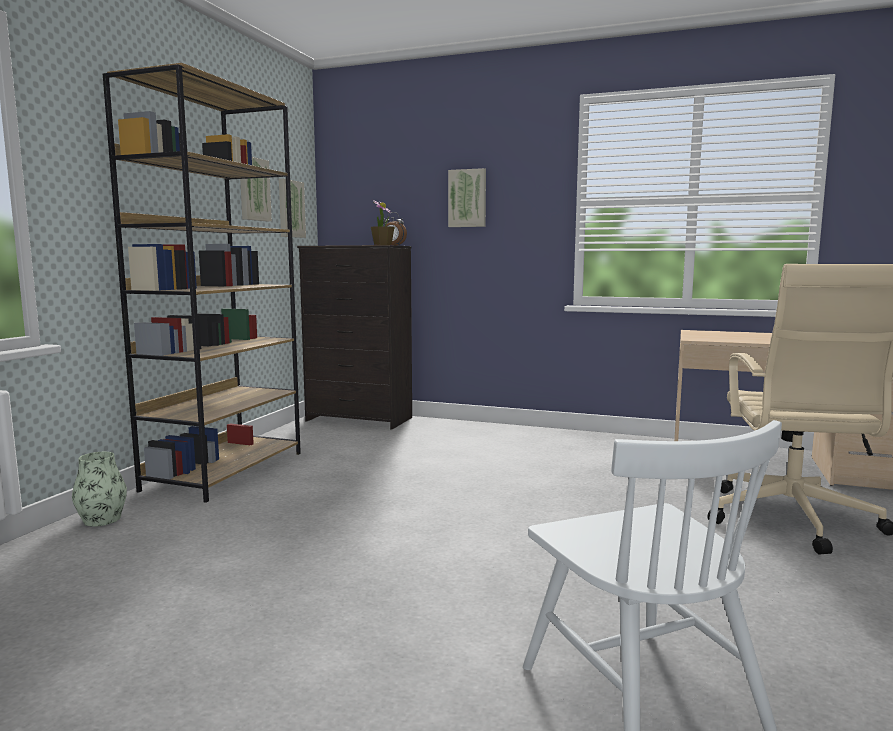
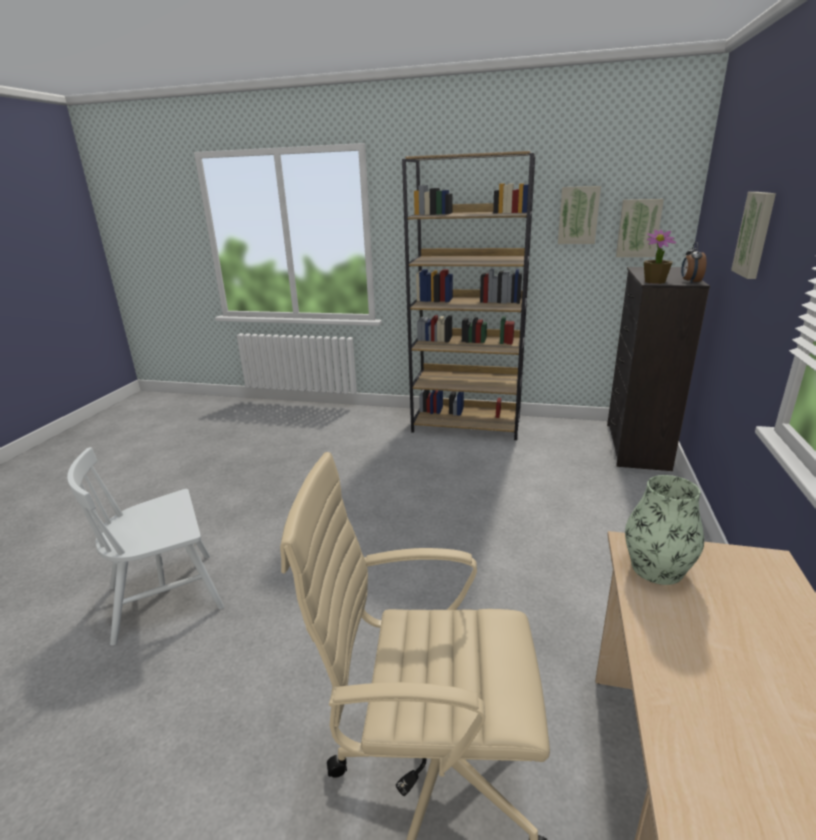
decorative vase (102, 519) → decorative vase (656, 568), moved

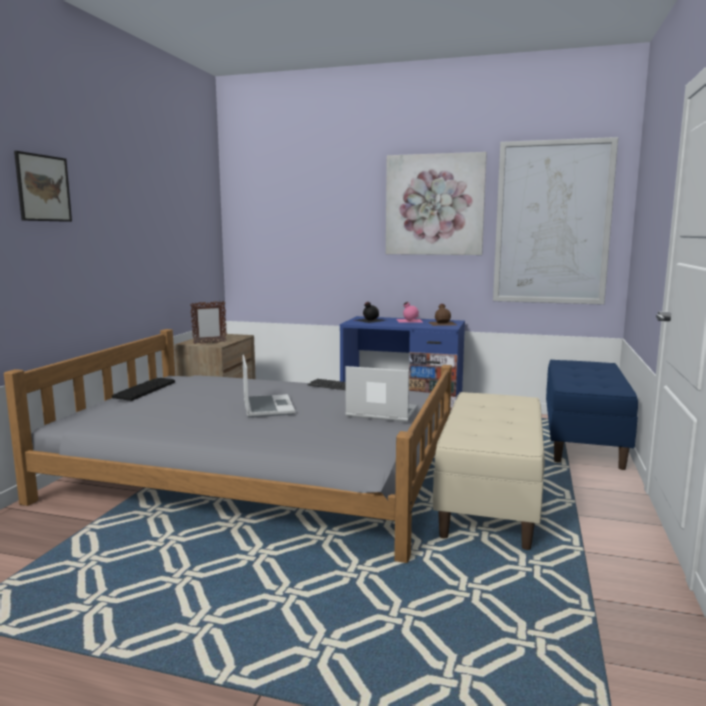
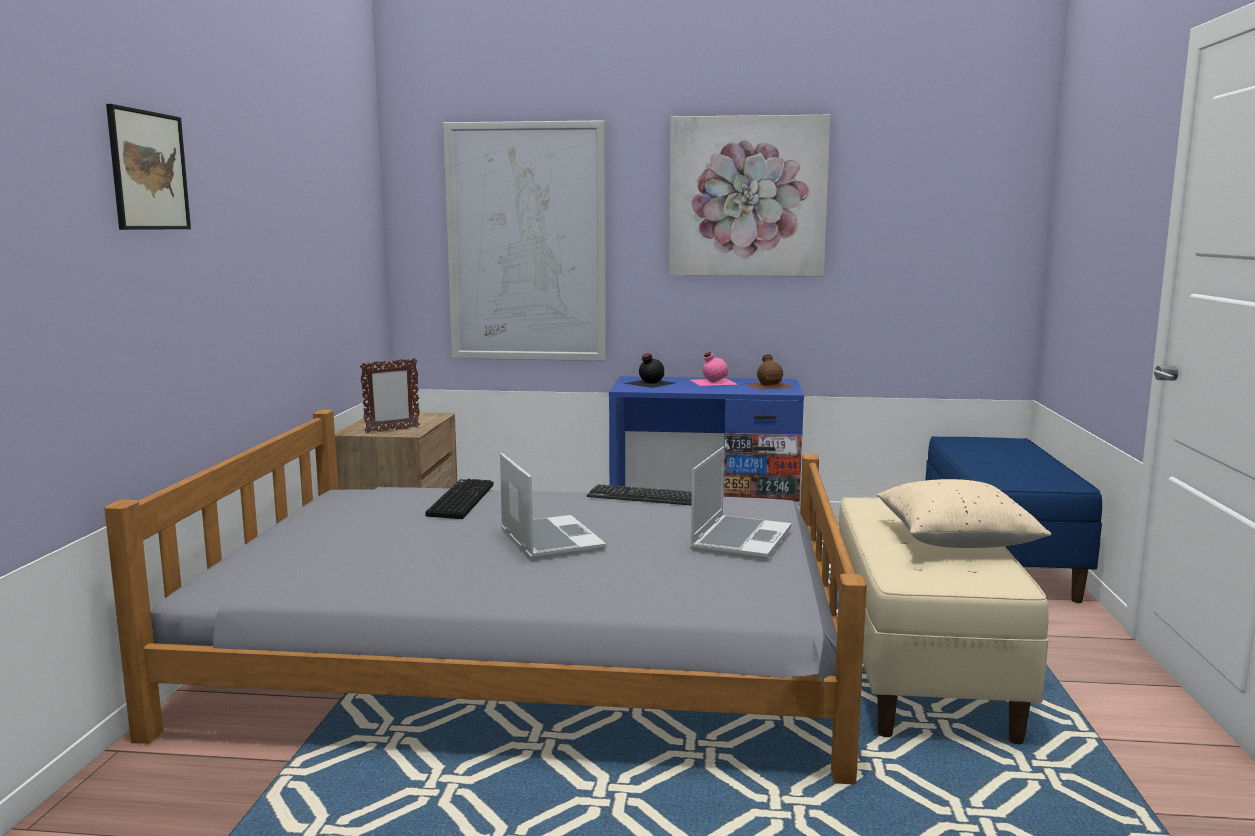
- → throw pillow in beige-coloured (956, 541)
computer keyboard (144, 390) → computer keyboard (459, 500), moved
picture (552, 223) → picture (526, 243), moved
portable computer (380, 413) → portable computer (740, 539), 105 degrees clockwise

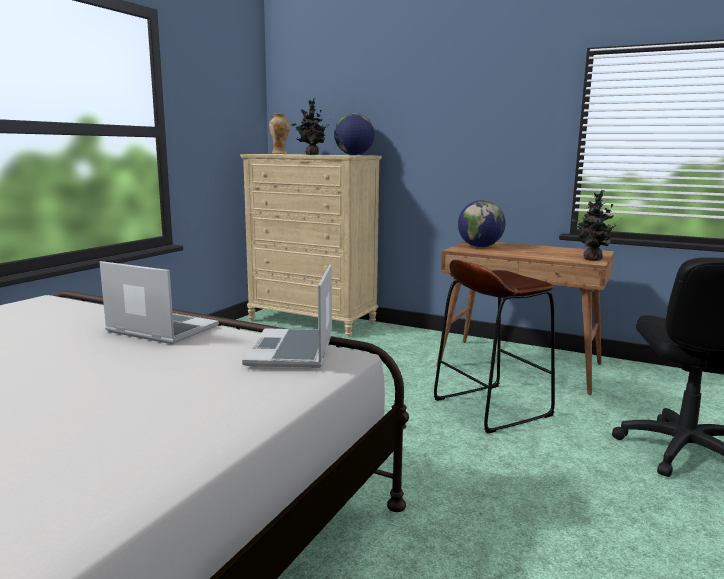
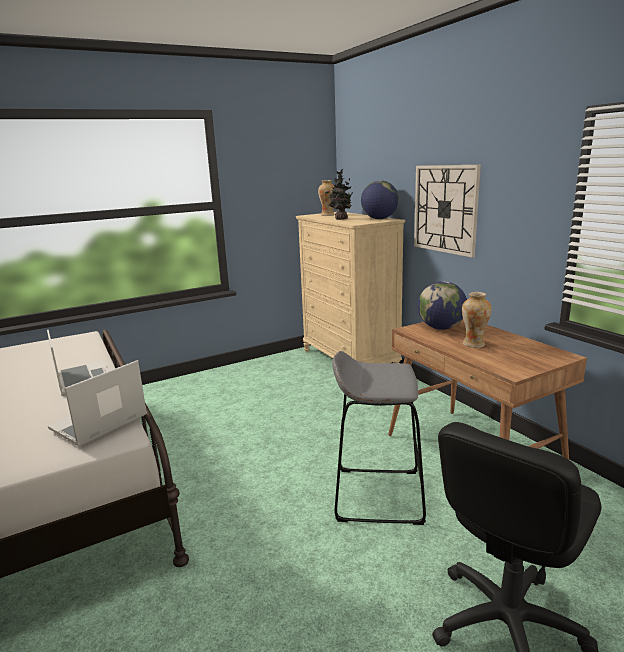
houseplant (590, 259) → -
- → clock on the wall (445, 209)
- → decorative vase (473, 344)
sitting stool in brown (491, 407) → sitting stool in grey (378, 495)

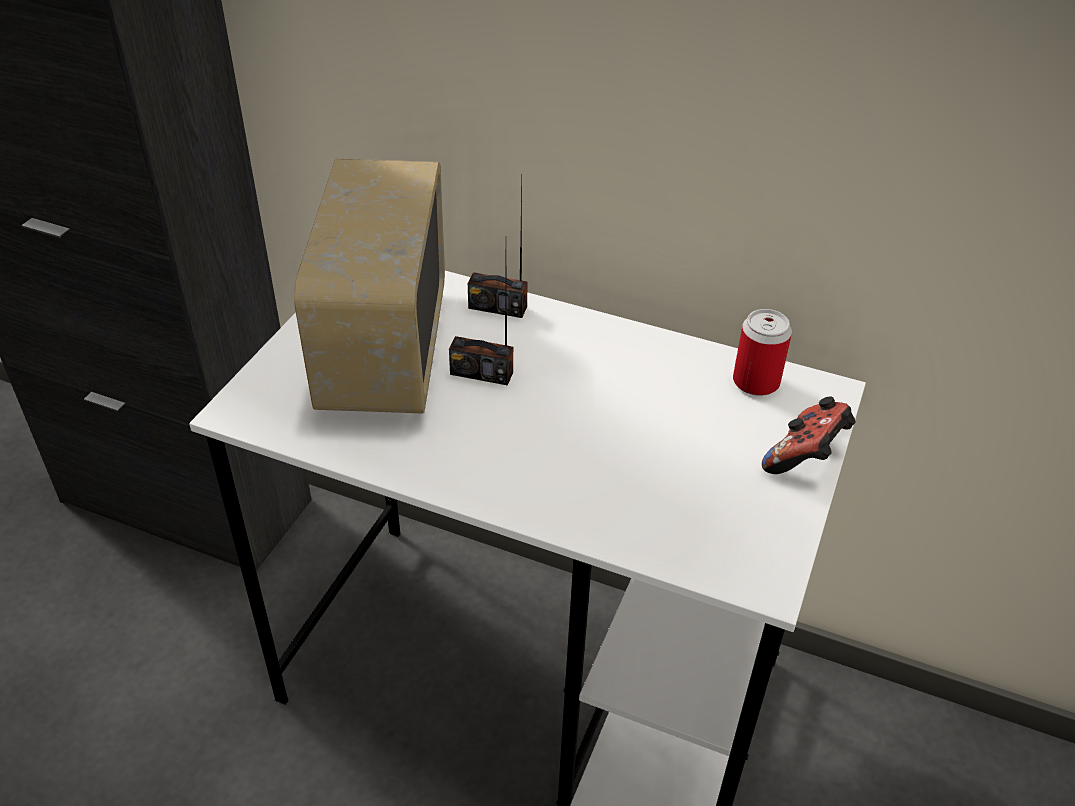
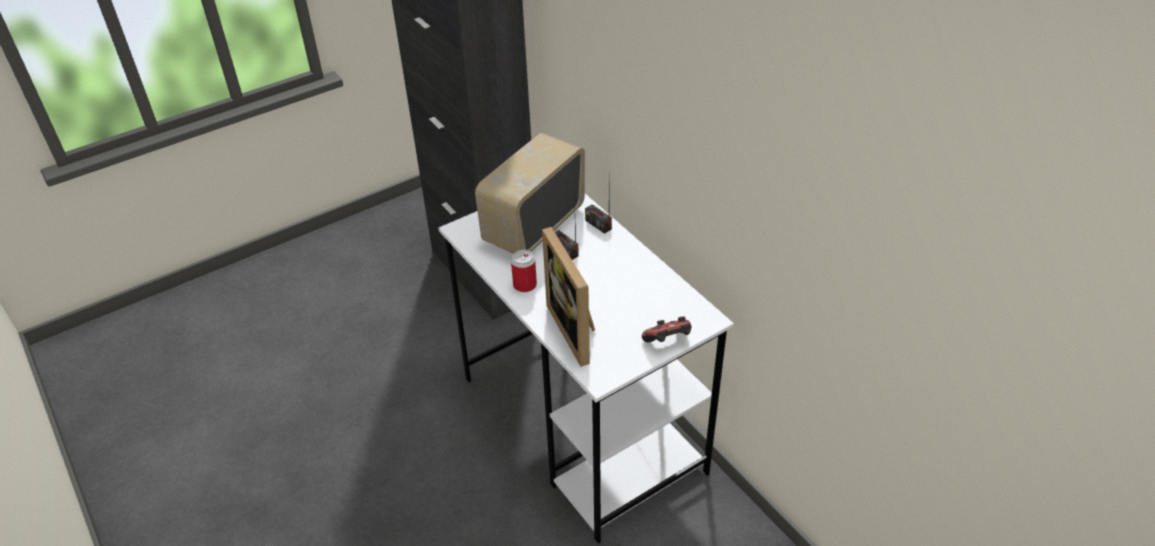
- → photo frame (577, 330)
sealed can (756, 382) → sealed can (525, 285), moved

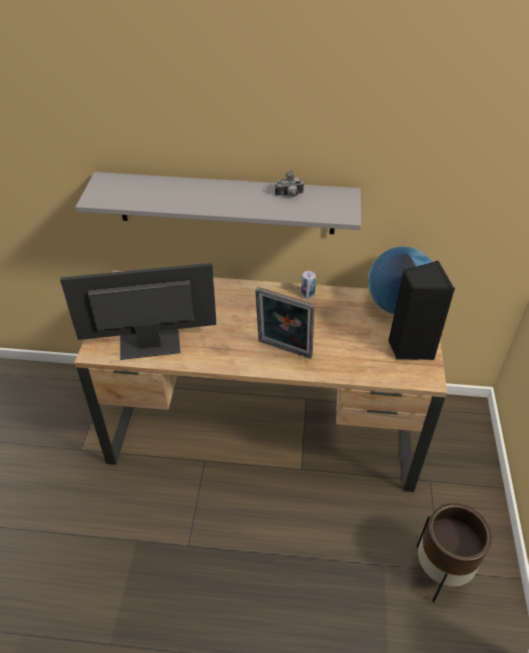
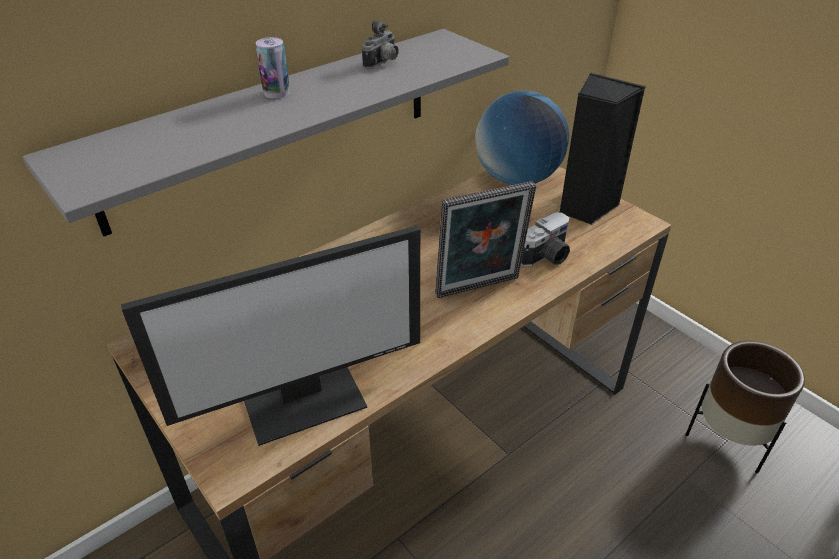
- → still camera (546, 257)
sealed can (307, 294) → sealed can (276, 93), moved
monitor (149, 344) → monitor (304, 399), 150 degrees counterclockwise

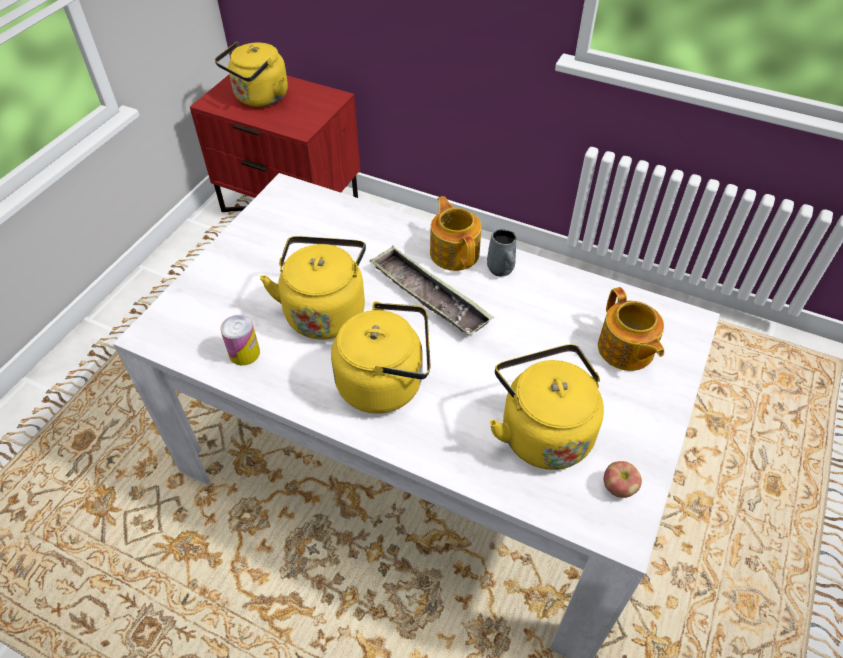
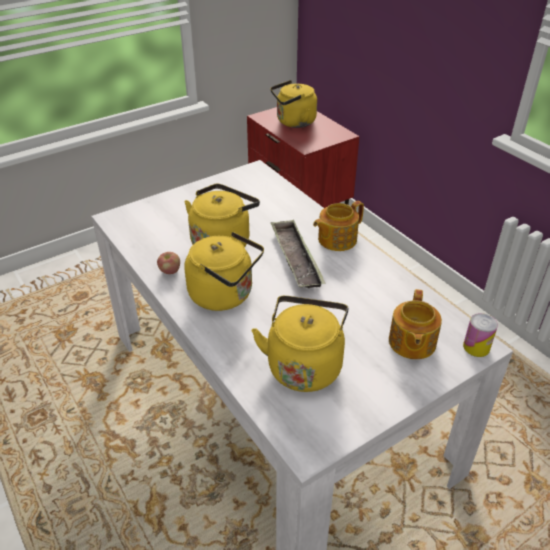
tea mug in grey (501, 269) → -
sealed can (244, 353) → sealed can (476, 347), moved
apple (618, 487) → apple (170, 271), moved
teapot (454, 252) → teapot (336, 239), 135 degrees counterclockwise

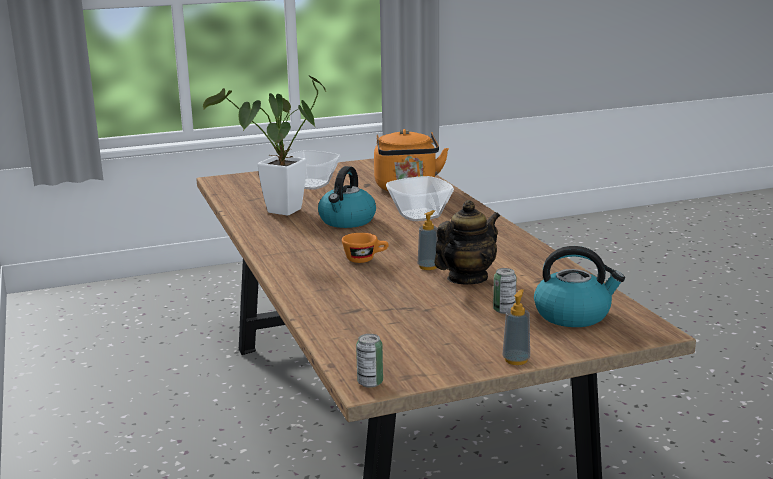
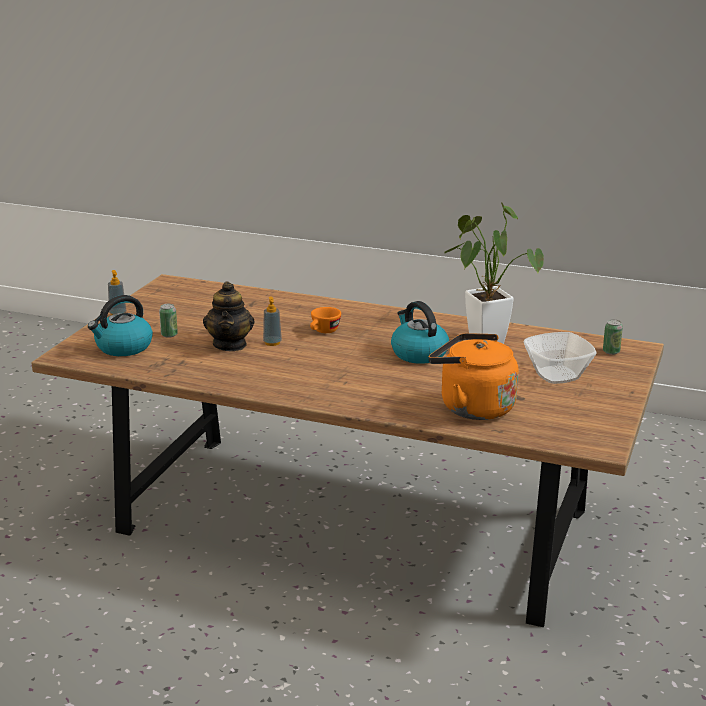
deep dish (420, 215) → -
sealed can (370, 382) → sealed can (611, 352), moved

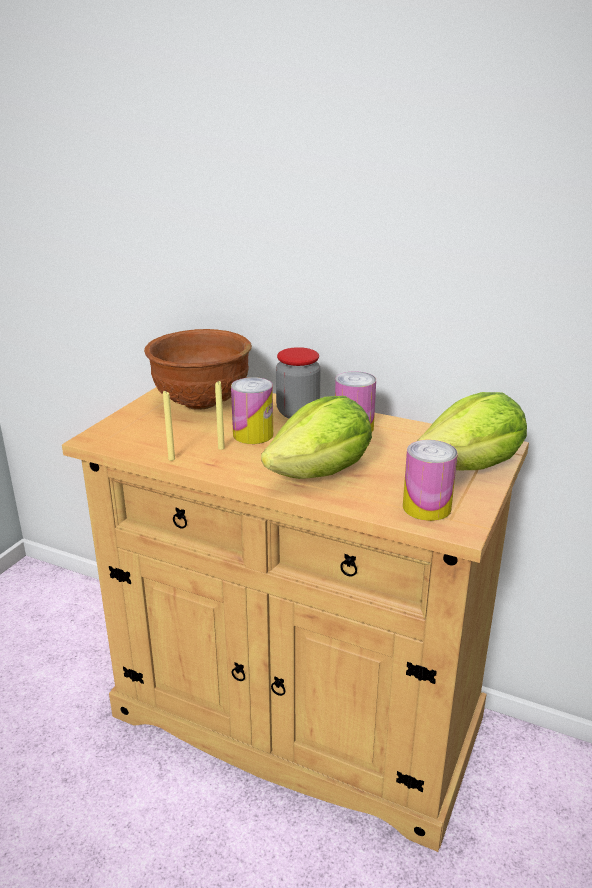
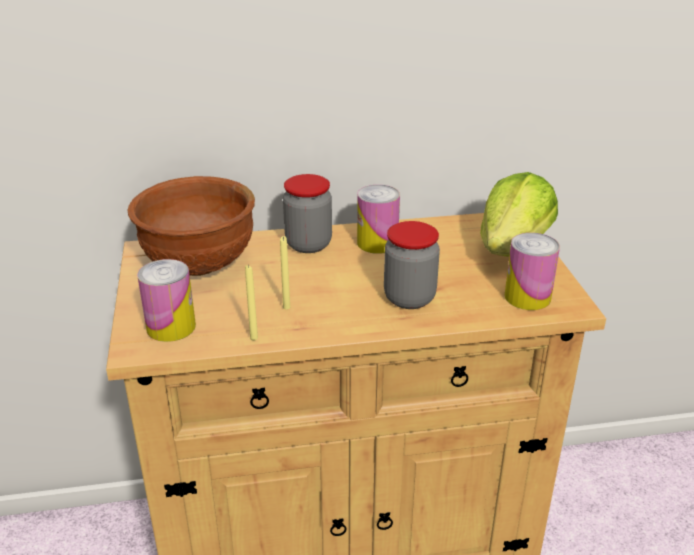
sealed can (253, 434) → sealed can (171, 327), moved
lettuce head (322, 473) → jar (409, 298)

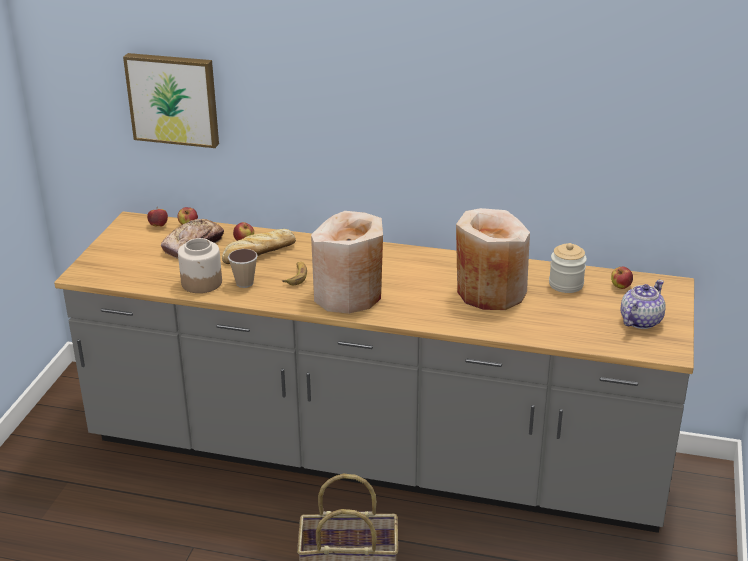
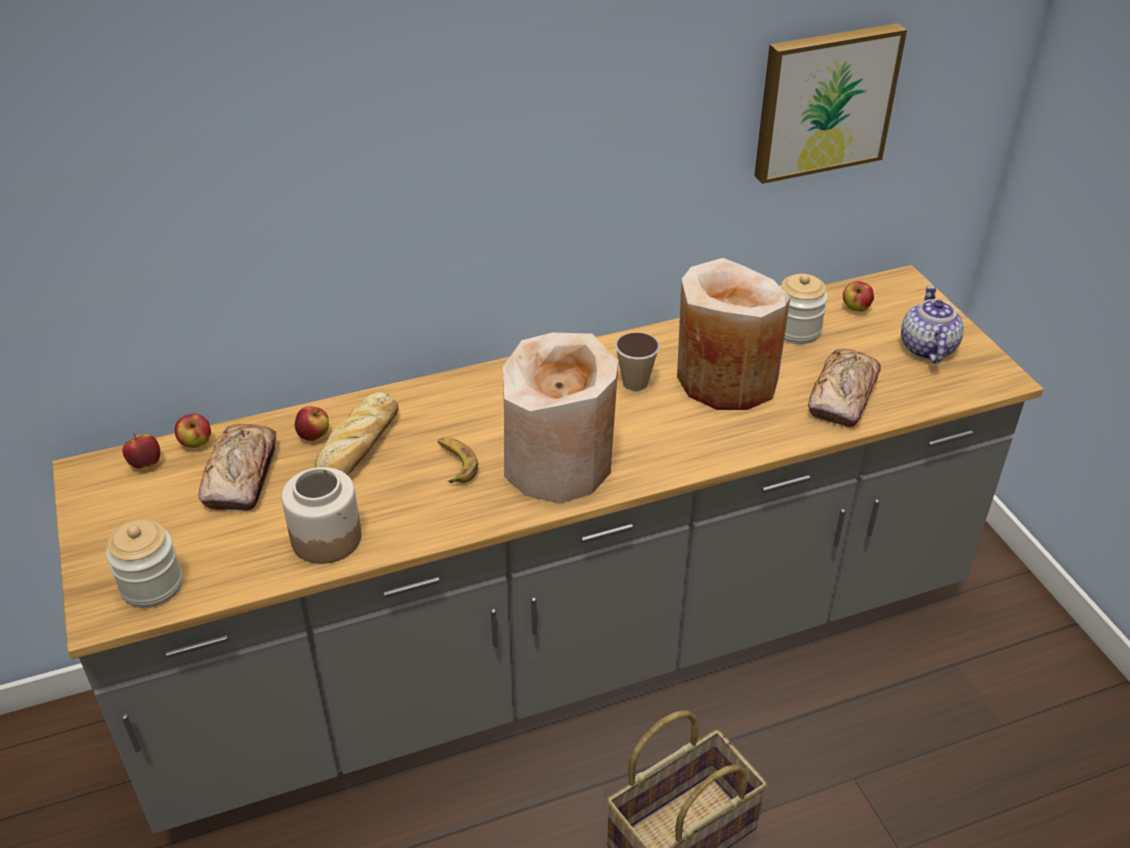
- → jar (152, 586)
- → baked bread (843, 396)
picture (174, 99) → picture (824, 101), moved
small cup (244, 283) → small cup (635, 382), moved

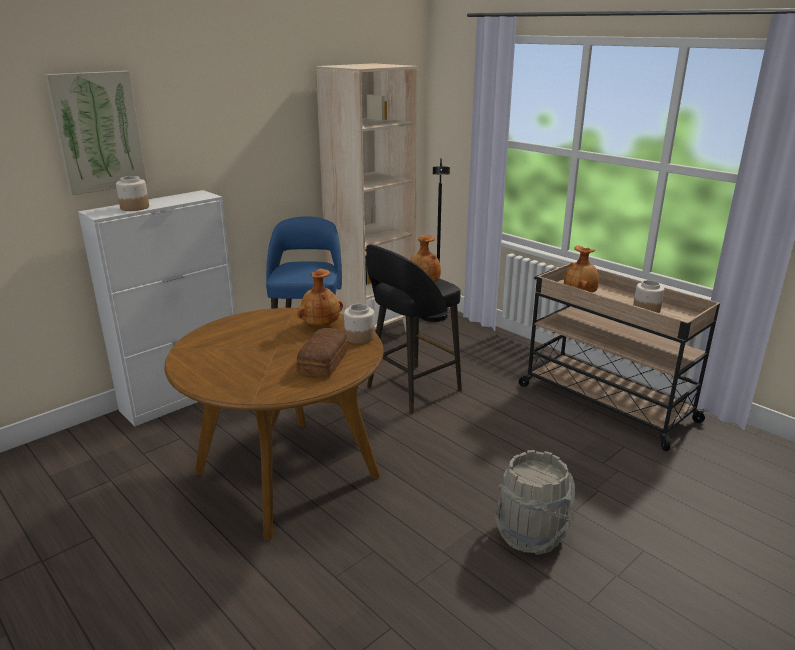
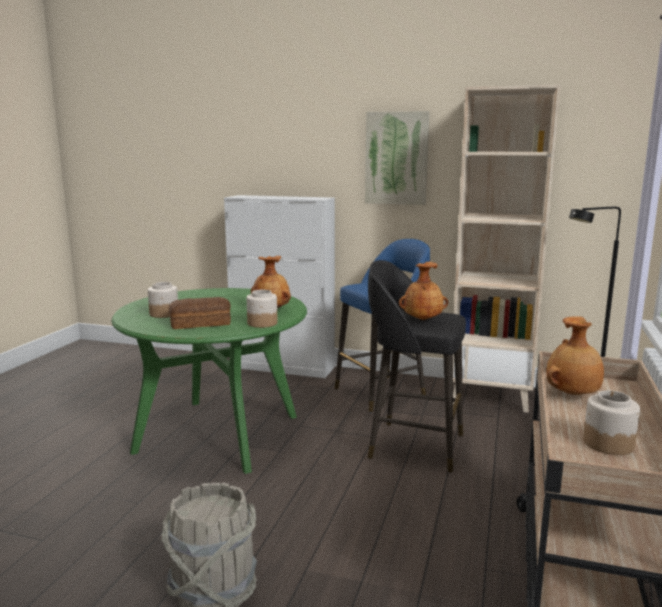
picture (98, 132) → picture (396, 158), moved
jar (134, 207) → jar (163, 314), moved
kitchen table in brown (287, 474) → kitchen table in green (218, 433)

